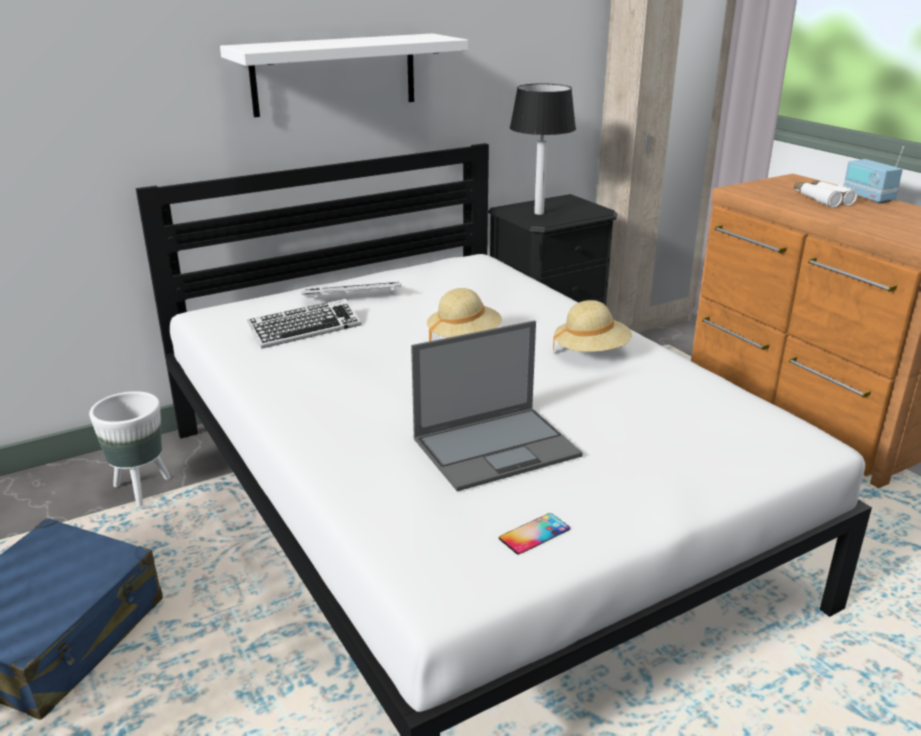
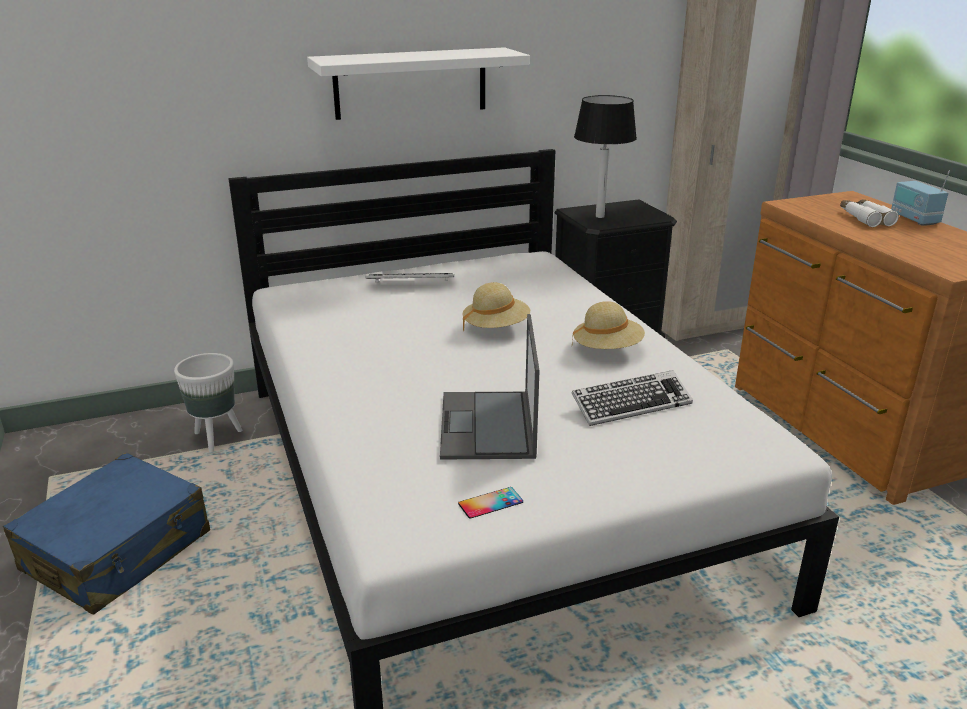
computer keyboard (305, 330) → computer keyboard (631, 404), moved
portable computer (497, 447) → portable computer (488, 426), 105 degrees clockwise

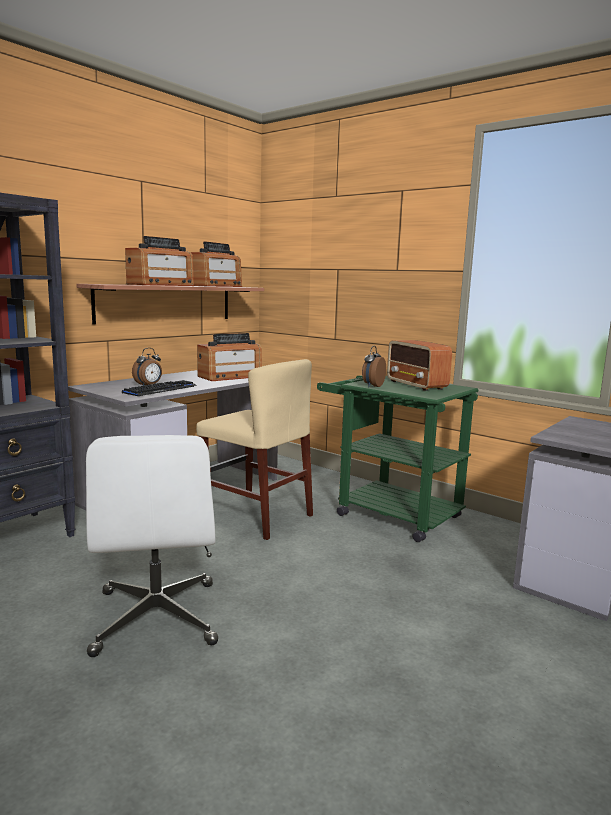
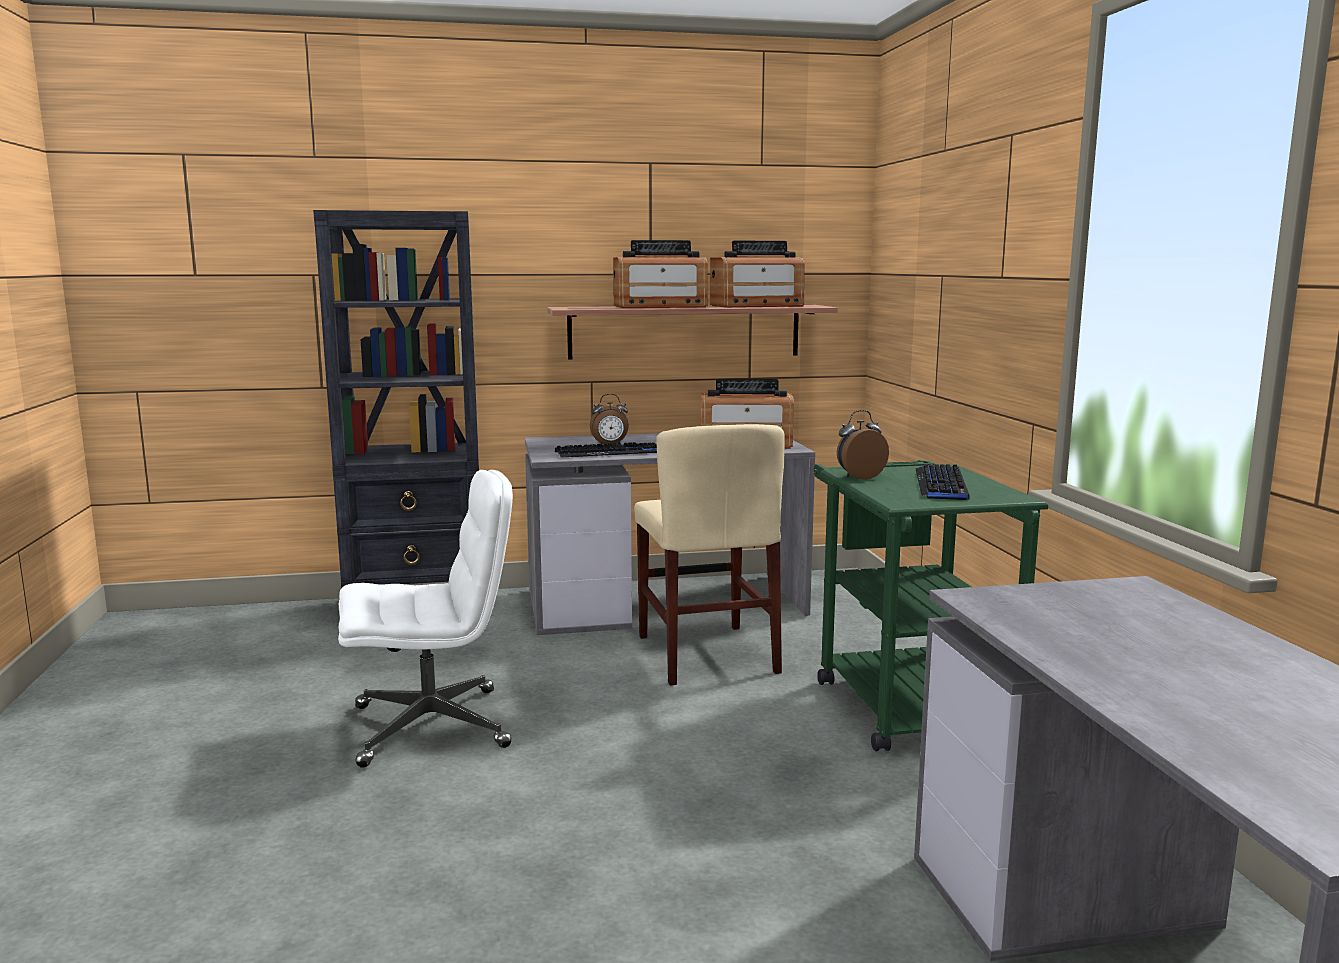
radio (416, 385) → computer keyboard (941, 484)
computer chair in white-coloured (157, 618) → computer chair in white-coloured (433, 726), 135 degrees counterclockwise

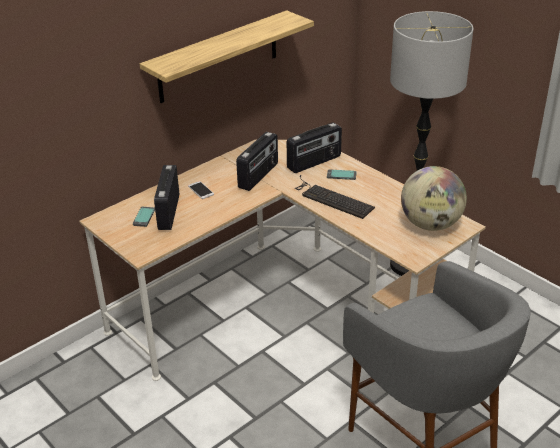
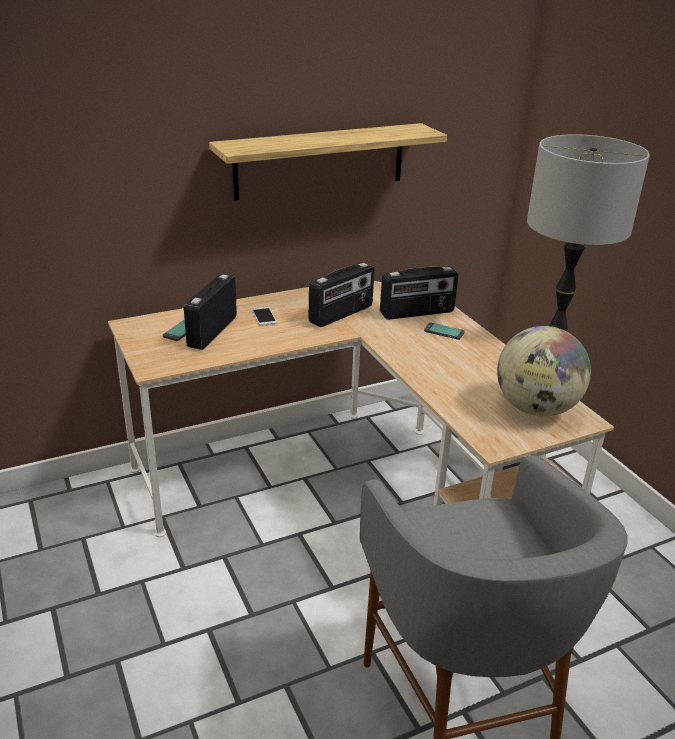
computer keyboard (331, 198) → -

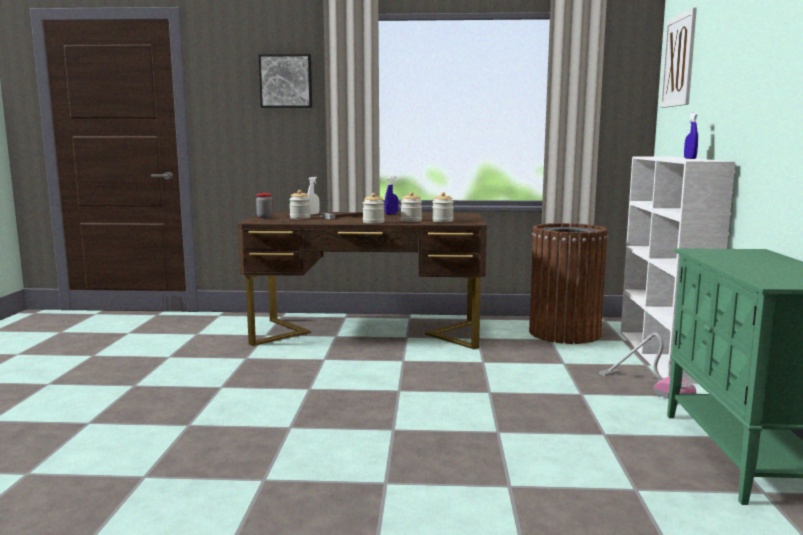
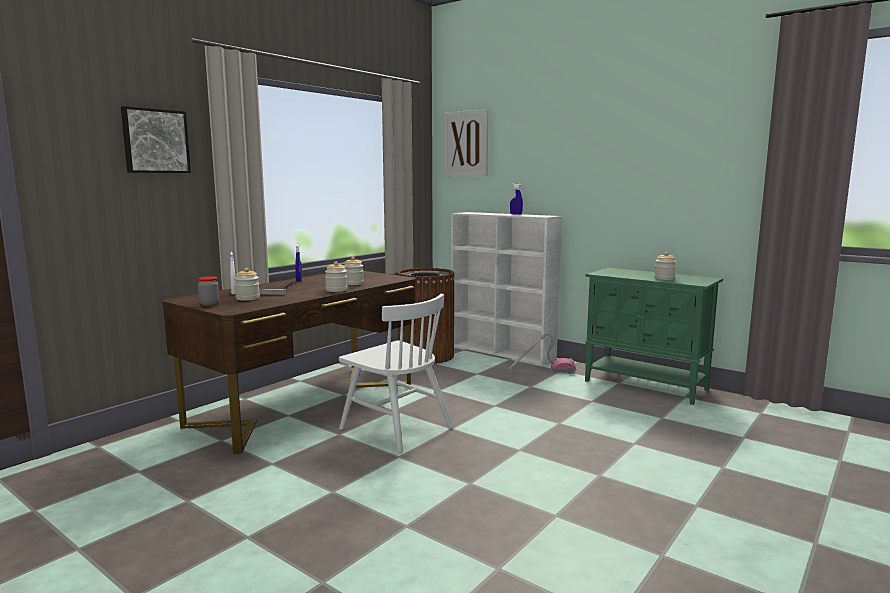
- → upright chair in white-coloured (396, 428)
jar (442, 221) → jar (664, 278), moved

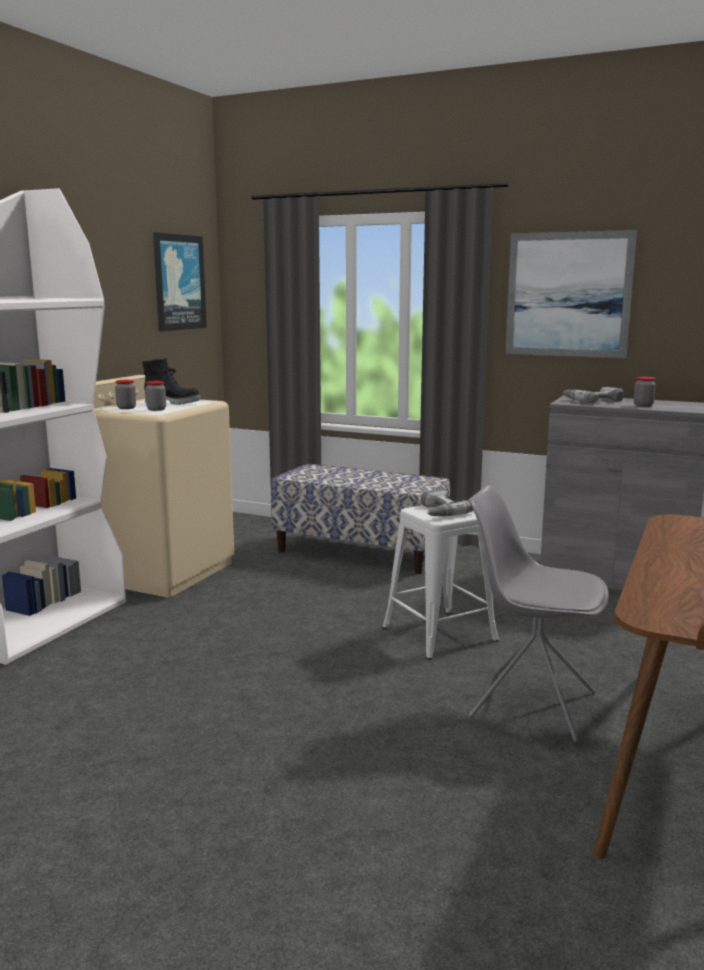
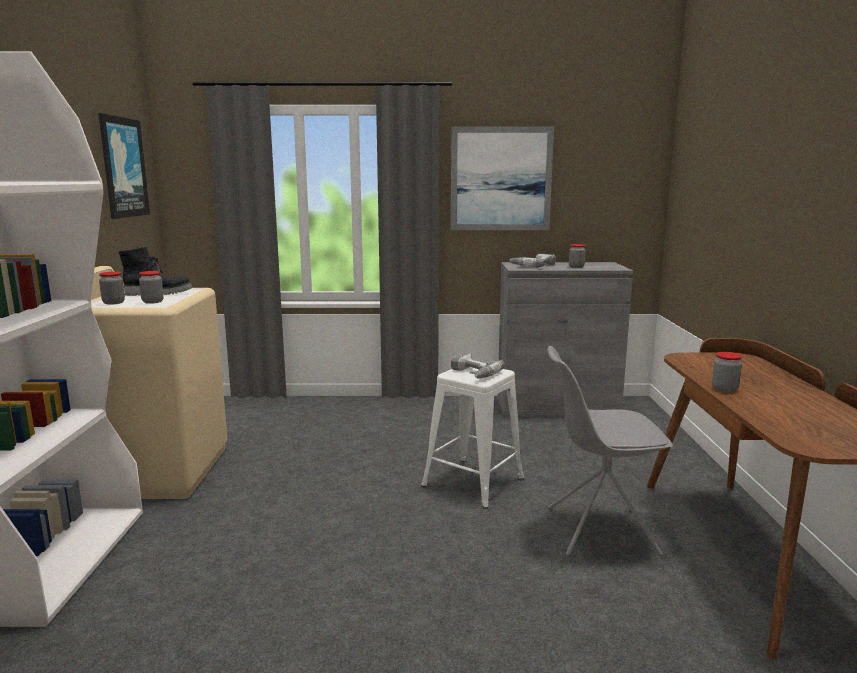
indoor bench (360, 552) → -
- → jar (724, 389)

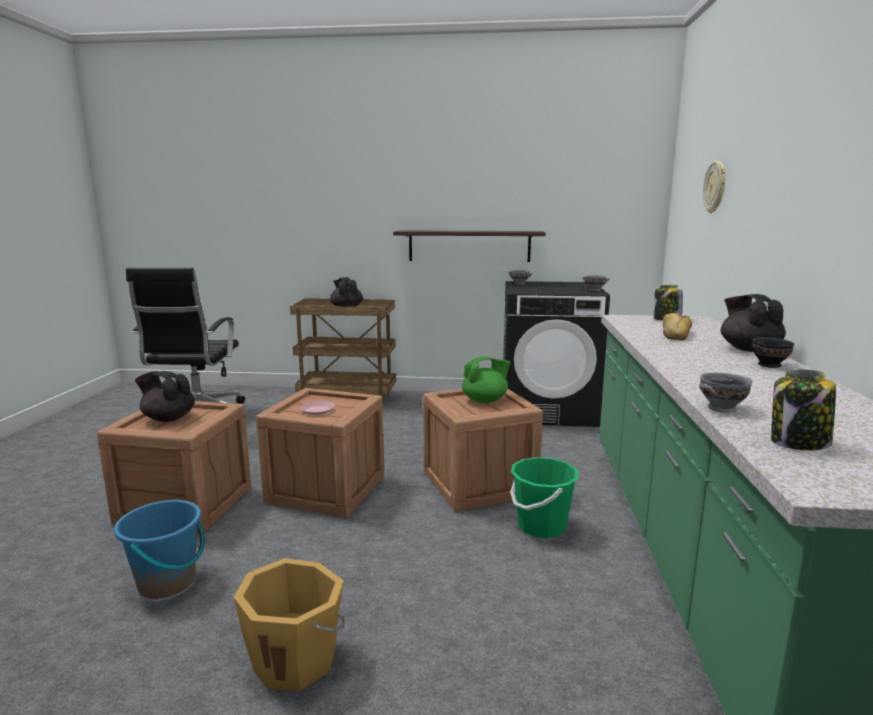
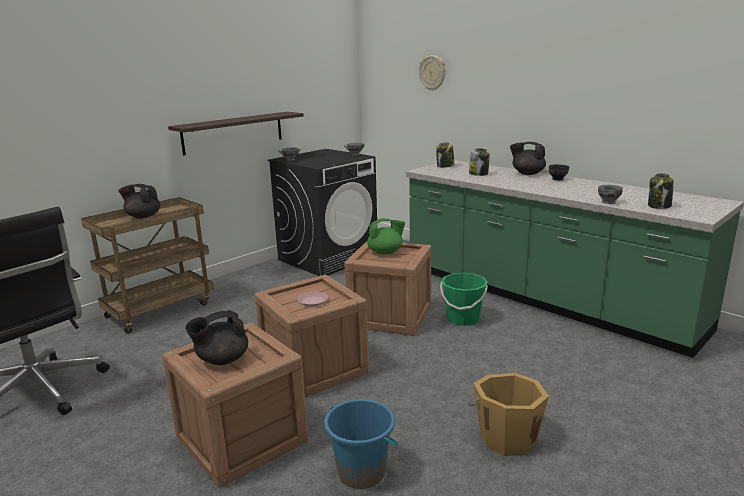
baked bread (674, 334) → jar (479, 174)
teapot in green (485, 400) → teapot in green (386, 252), 60 degrees clockwise

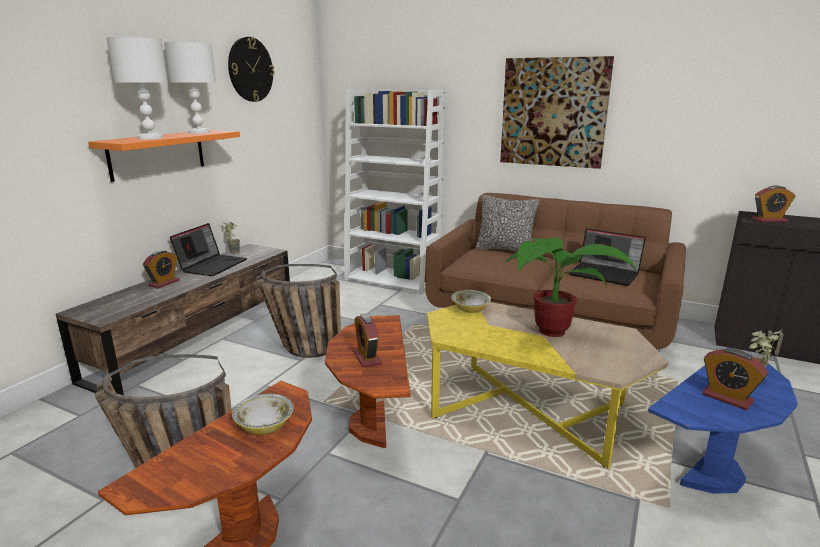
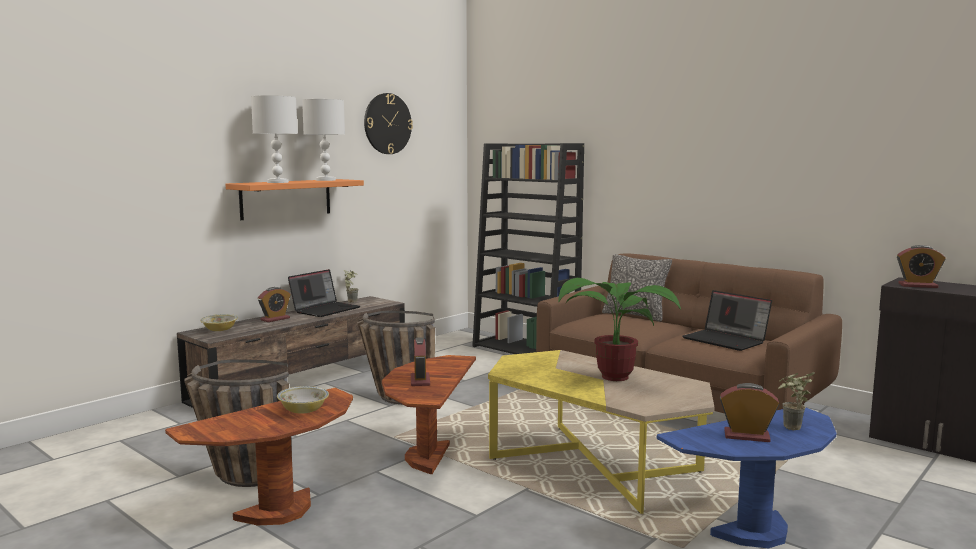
picture (553, 112) → -
deep dish (470, 310) → deep dish (220, 330), moved
bookcase in white-coloured (394, 279) → bookcase in black (526, 350)
table clock (727, 398) → table clock (746, 436), 135 degrees clockwise

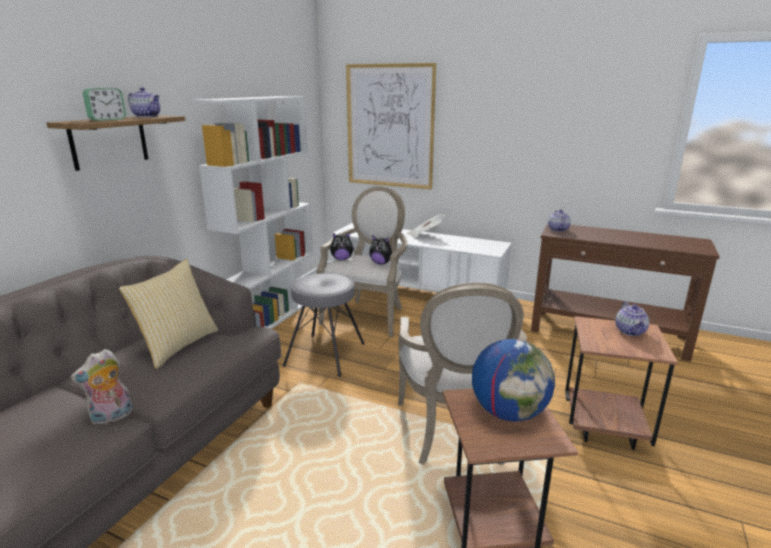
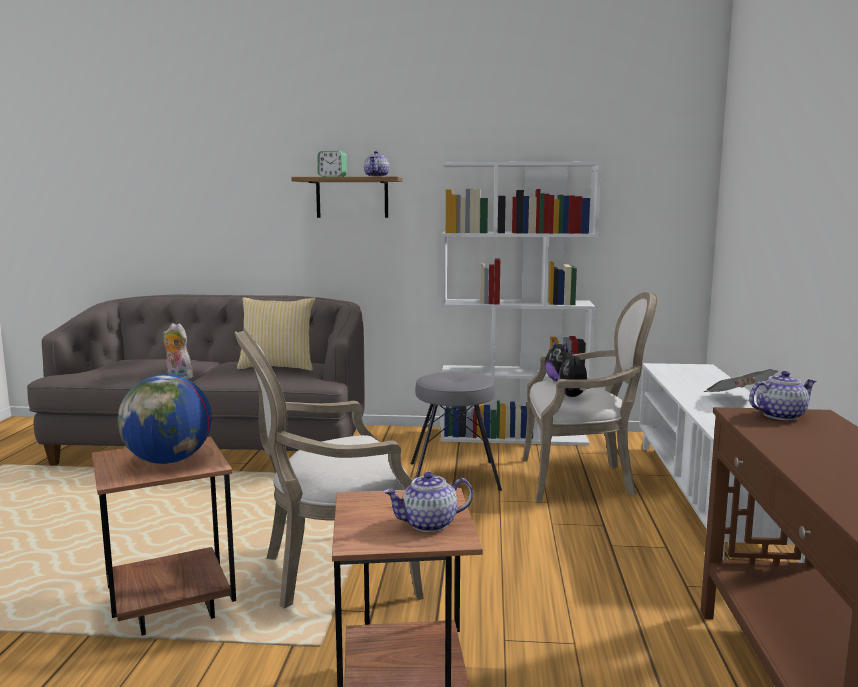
picture (390, 127) → -

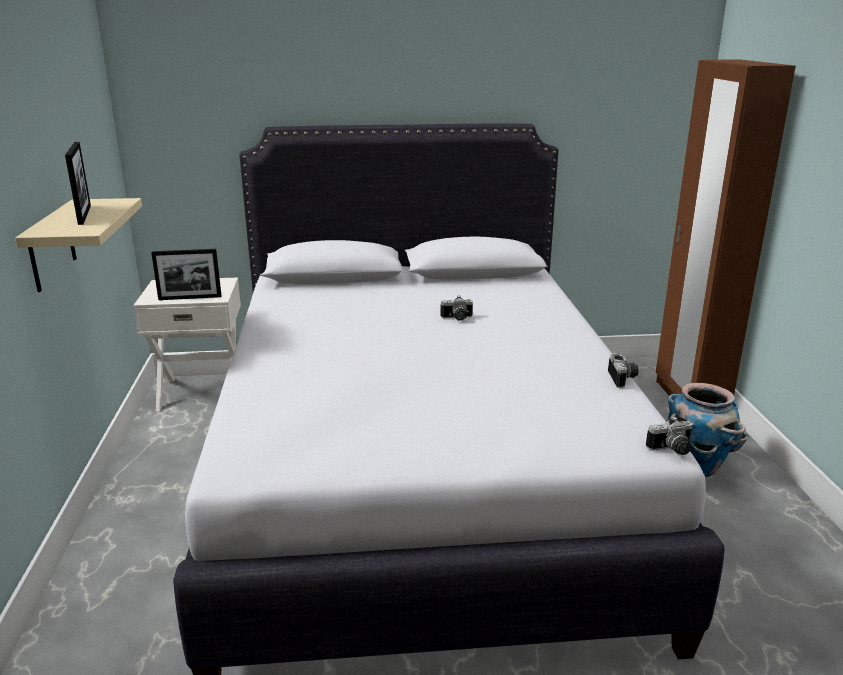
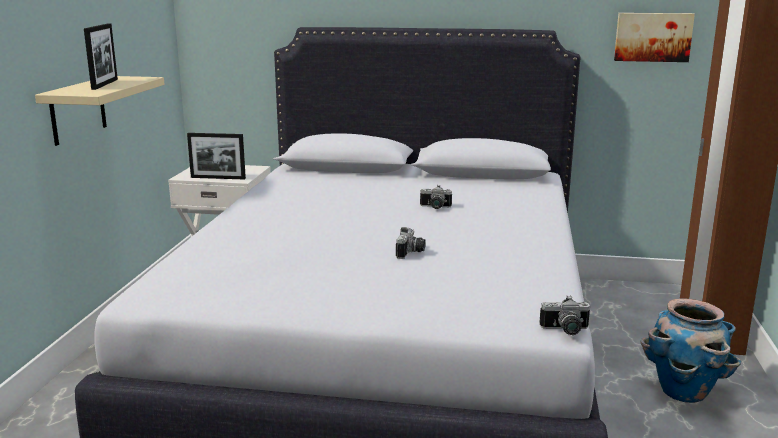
- → picture (652, 37)
still camera (623, 379) → still camera (411, 253), moved

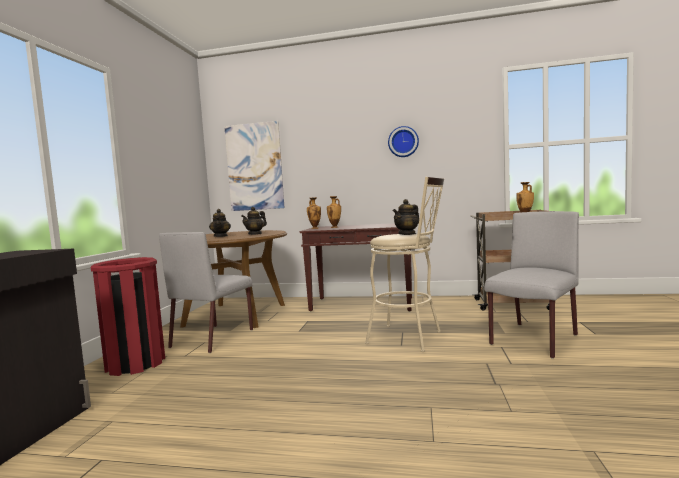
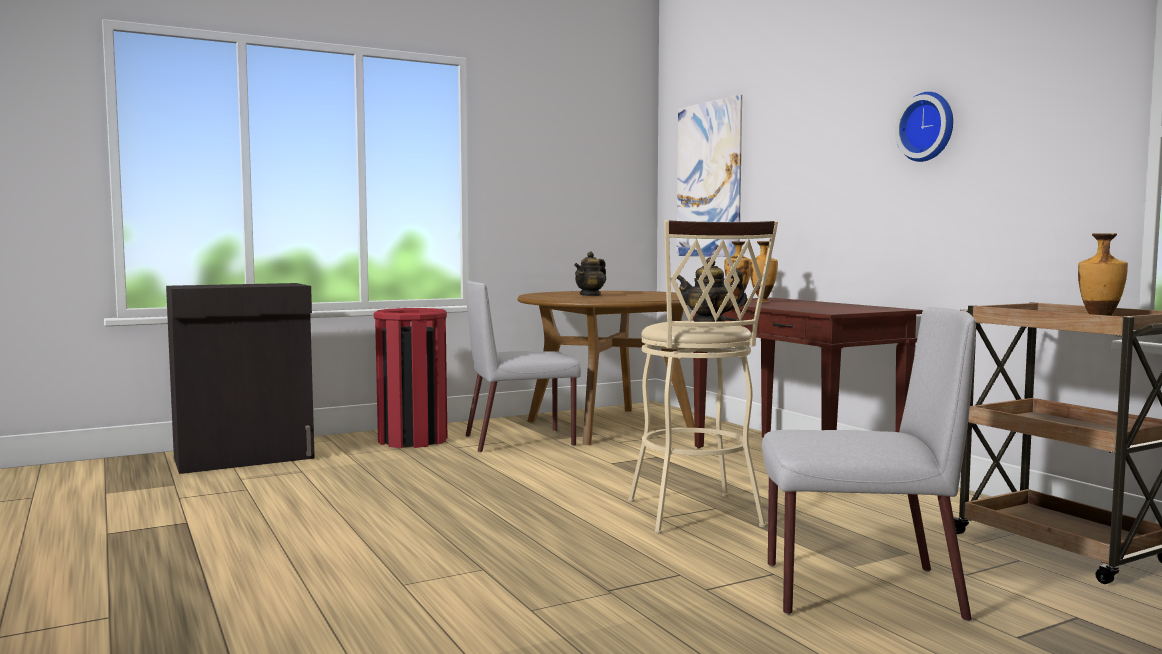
teapot (255, 234) → -

